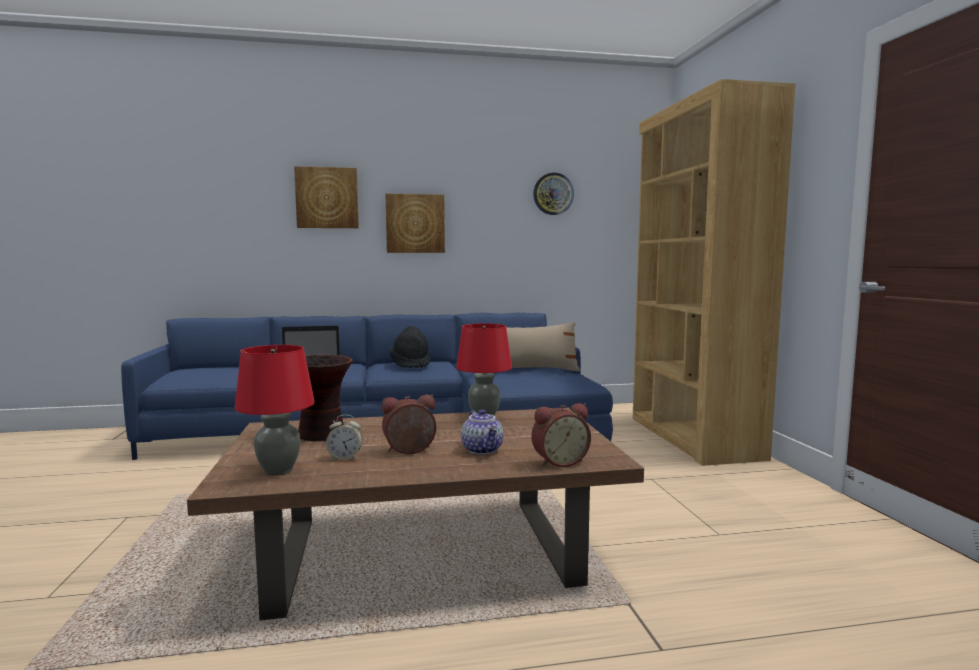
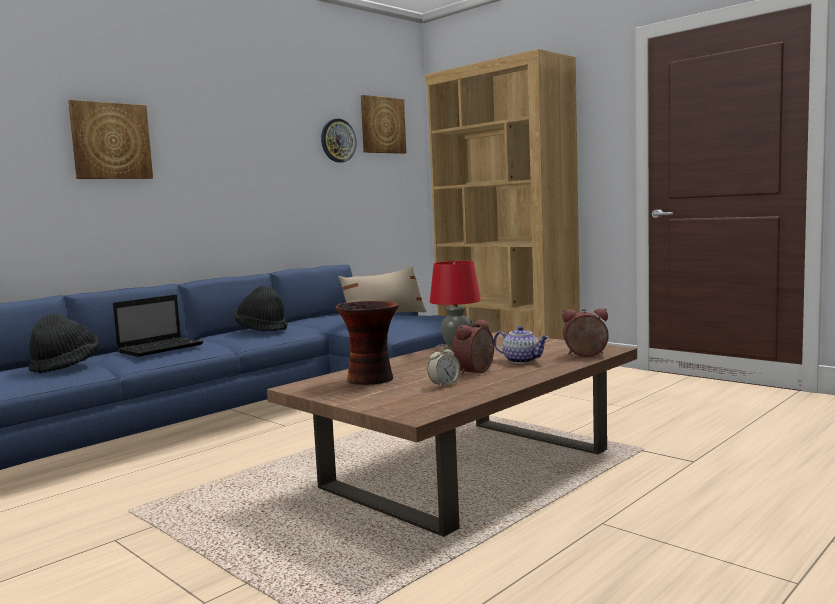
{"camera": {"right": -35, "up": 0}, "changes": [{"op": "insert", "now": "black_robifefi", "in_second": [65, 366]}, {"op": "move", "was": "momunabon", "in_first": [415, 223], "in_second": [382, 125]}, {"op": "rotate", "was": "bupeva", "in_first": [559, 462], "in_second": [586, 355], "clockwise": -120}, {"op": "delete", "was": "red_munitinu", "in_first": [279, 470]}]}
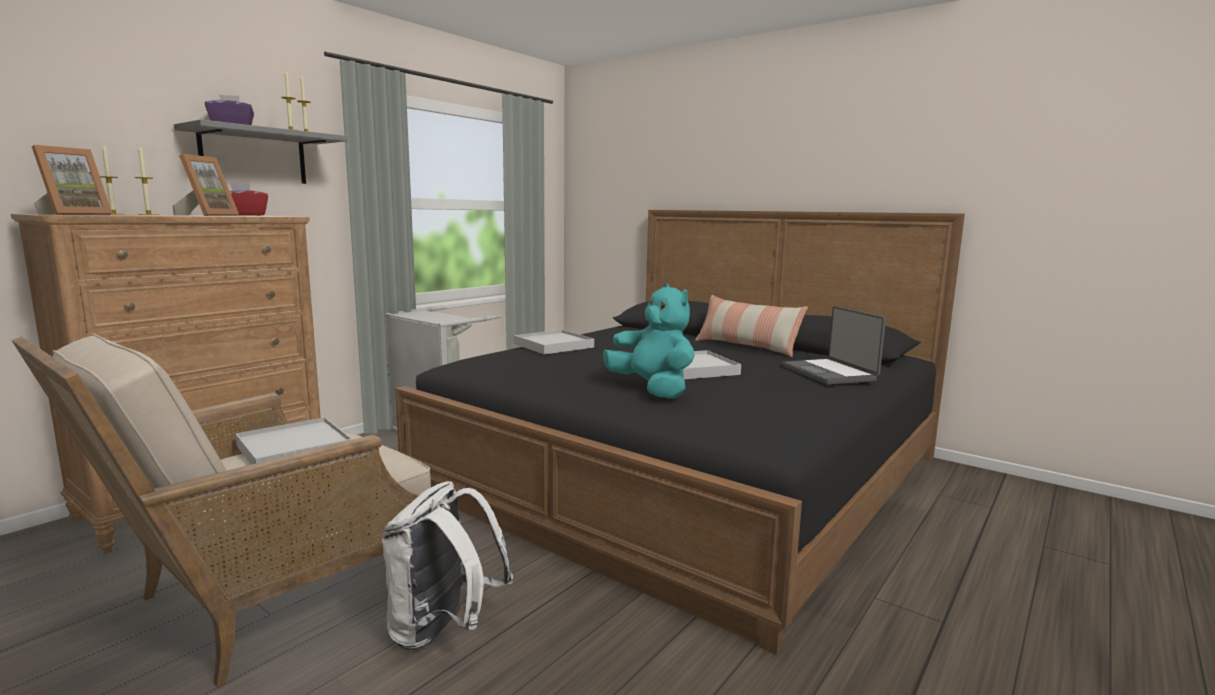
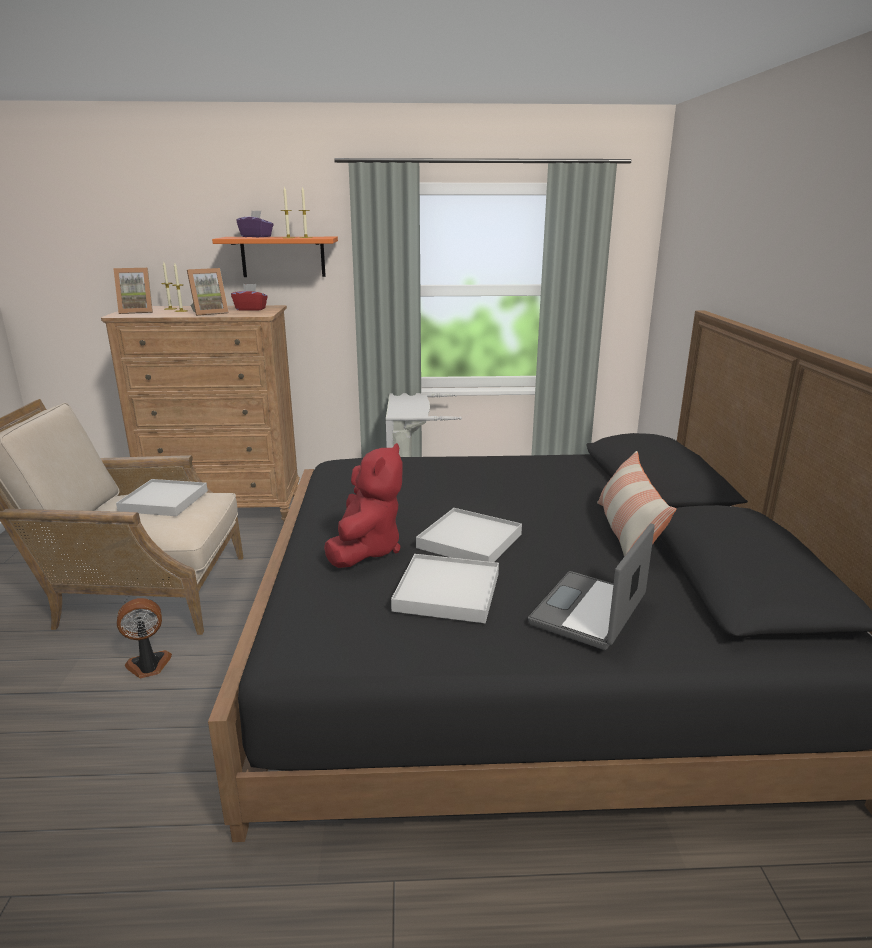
{"camera": {"right": 50, "up": 10}, "changes": [{"op": "replace", "was": "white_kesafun", "now": "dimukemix", "in_first": [443, 630], "in_second": [148, 666]}, {"op": "recolor", "was": "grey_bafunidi", "now": "orange_bafunidi", "in_first": [254, 157], "in_second": [283, 256]}, {"op": "recolor", "was": "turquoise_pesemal", "now": "red_pesemal", "in_first": [652, 390], "in_second": [366, 549]}, {"op": "move", "was": "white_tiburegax", "in_first": [553, 345], "in_second": [447, 592]}]}
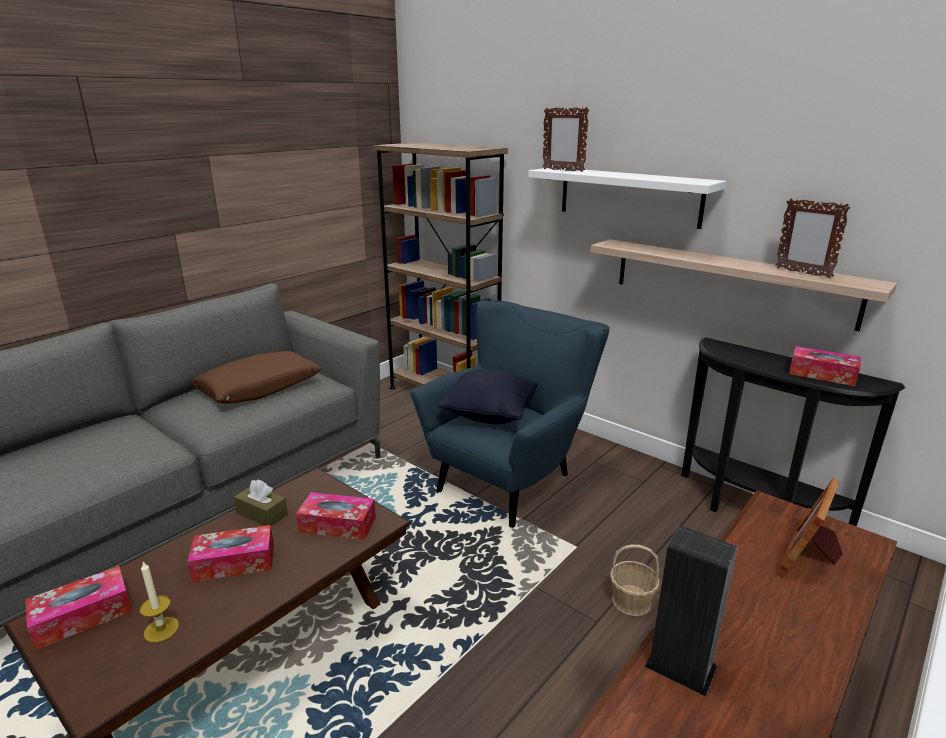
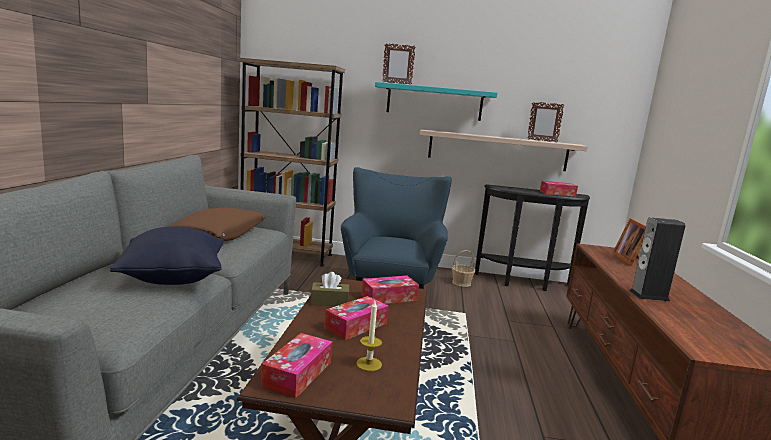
{"camera": {"right": -35, "up": -10}, "changes": [{"op": "move", "was": "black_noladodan", "in_first": [489, 415], "in_second": [173, 278]}, {"op": "recolor", "was": "white_bafunidi", "now": "turquoise_bafunidi", "in_first": [629, 196], "in_second": [434, 102]}, {"op": "move", "was": "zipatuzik", "in_first": [631, 601], "in_second": [461, 283]}]}
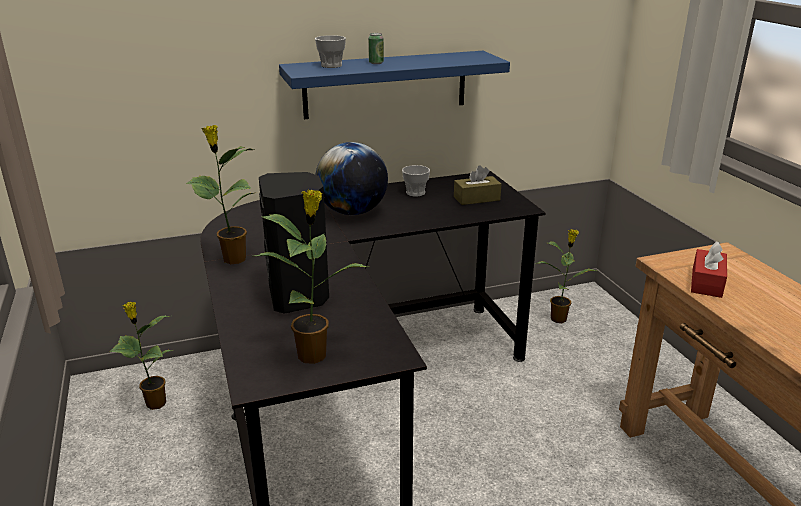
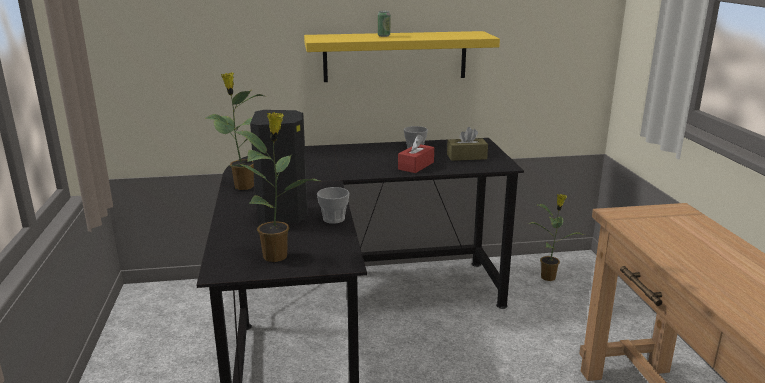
{"camera": {"right": 10, "up": -5}, "changes": [{"op": "recolor", "was": "blue_bafunidi", "now": "yellow_bafunidi", "in_first": [385, 84], "in_second": [395, 56]}, {"op": "move", "was": "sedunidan", "in_first": [331, 65], "in_second": [333, 219]}, {"op": "move", "was": "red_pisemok", "in_first": [706, 283], "in_second": [416, 166]}, {"op": "delete", "was": "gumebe", "in_first": [154, 403]}, {"op": "delete", "was": "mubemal", "in_first": [353, 212]}]}
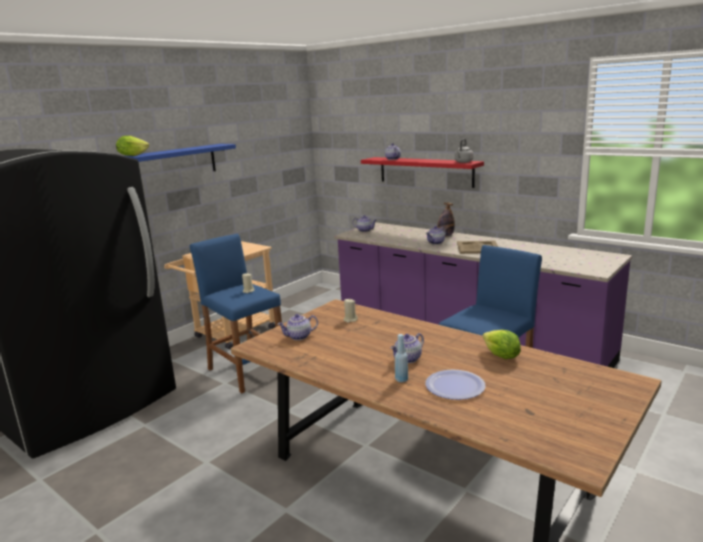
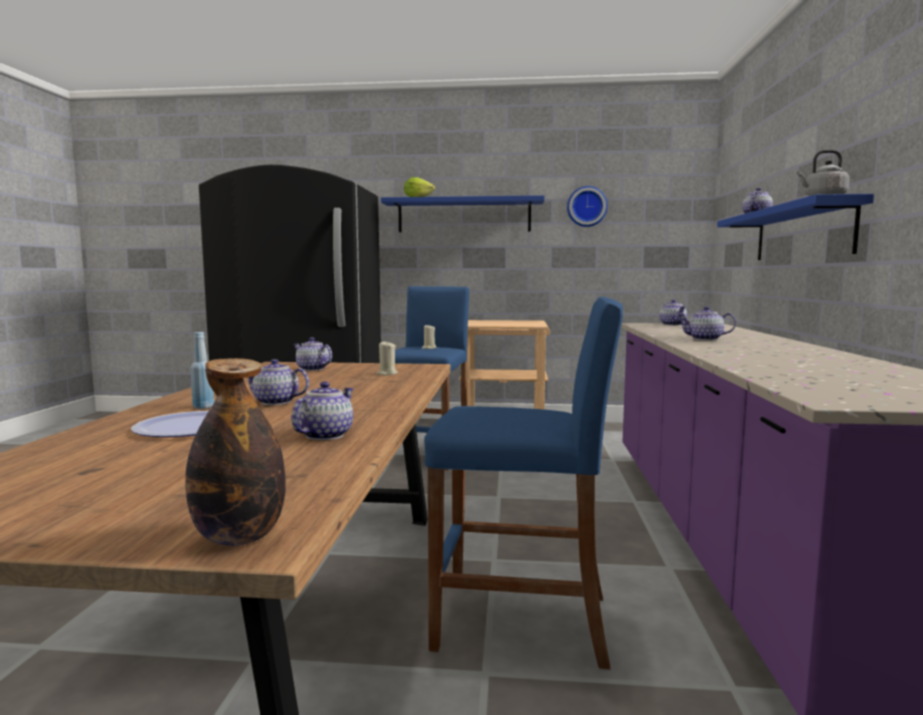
{"camera": {"right": 55, "up": -10}, "changes": [{"op": "move", "was": "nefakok", "in_first": [445, 236], "in_second": [239, 537]}, {"op": "replace", "was": "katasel", "now": "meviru", "in_first": [501, 356], "in_second": [324, 435]}, {"op": "insert", "now": "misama", "in_second": [586, 207]}, {"op": "recolor", "was": "red_bafunidi", "now": "blue_bafunidi", "in_first": [425, 171], "in_second": [801, 233]}, {"op": "delete", "was": "beige_tiburegax", "in_first": [477, 247]}]}
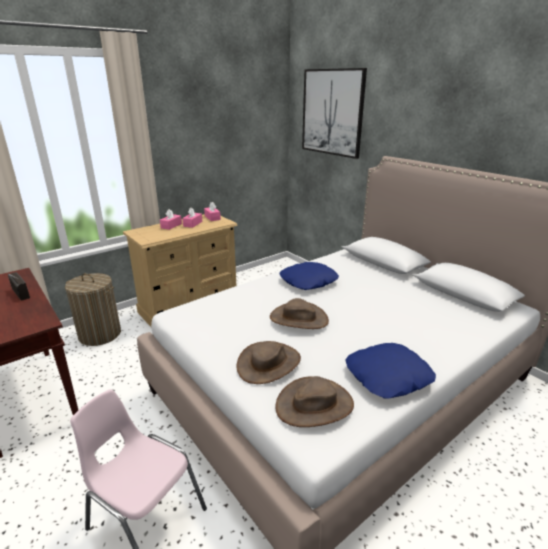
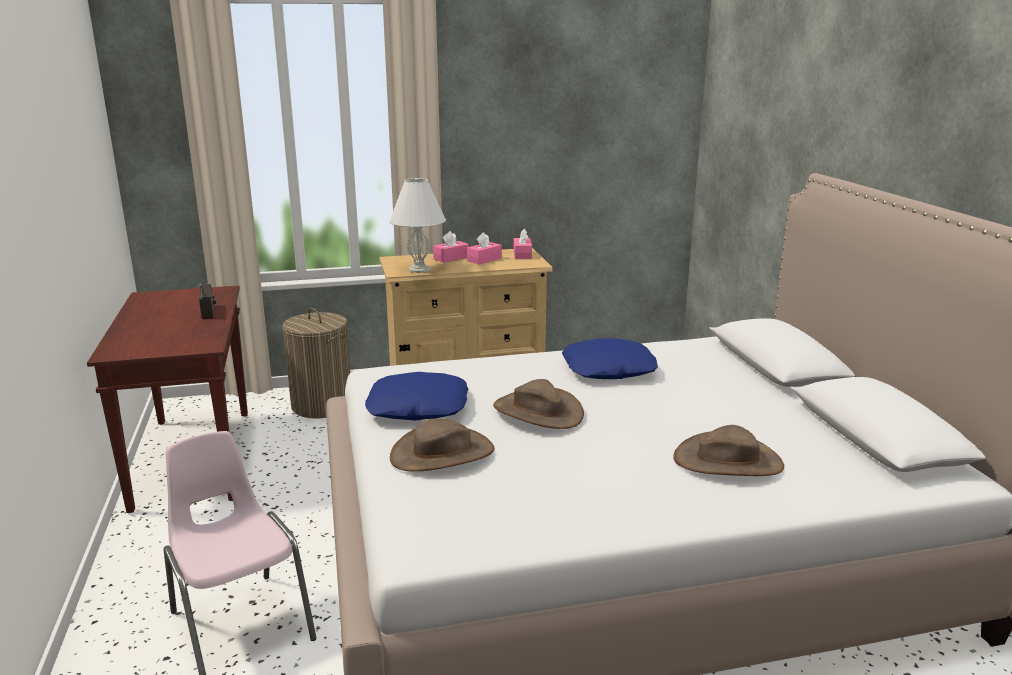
{"camera": {"right": 25, "up": -5}, "changes": [{"op": "move", "was": "blue_noladodan", "in_first": [388, 376], "in_second": [417, 407]}, {"op": "insert", "now": "white_munitinu", "in_second": [420, 269]}, {"op": "move", "was": "brown_robifefi", "in_first": [314, 405], "in_second": [728, 461]}, {"op": "delete", "was": "momunabon", "in_first": [332, 112]}]}
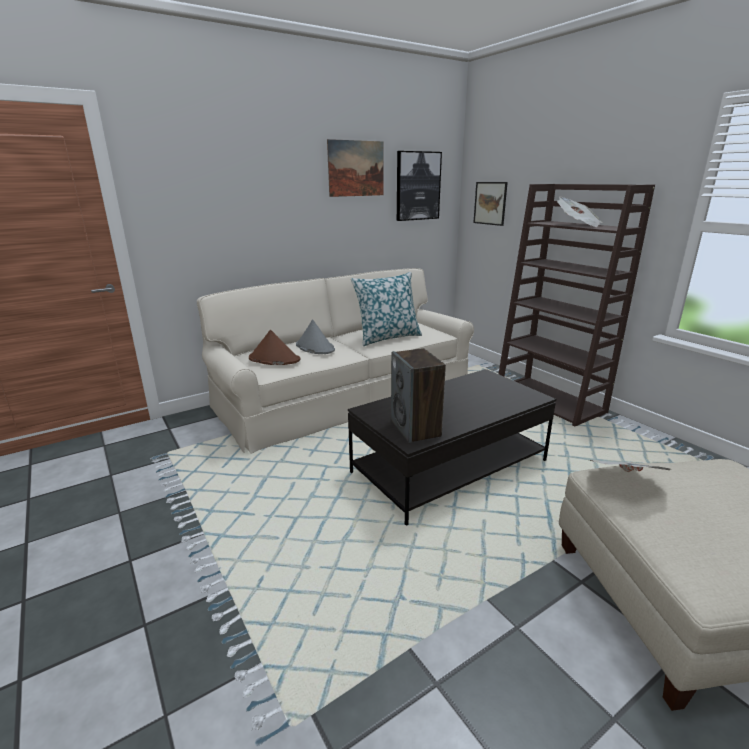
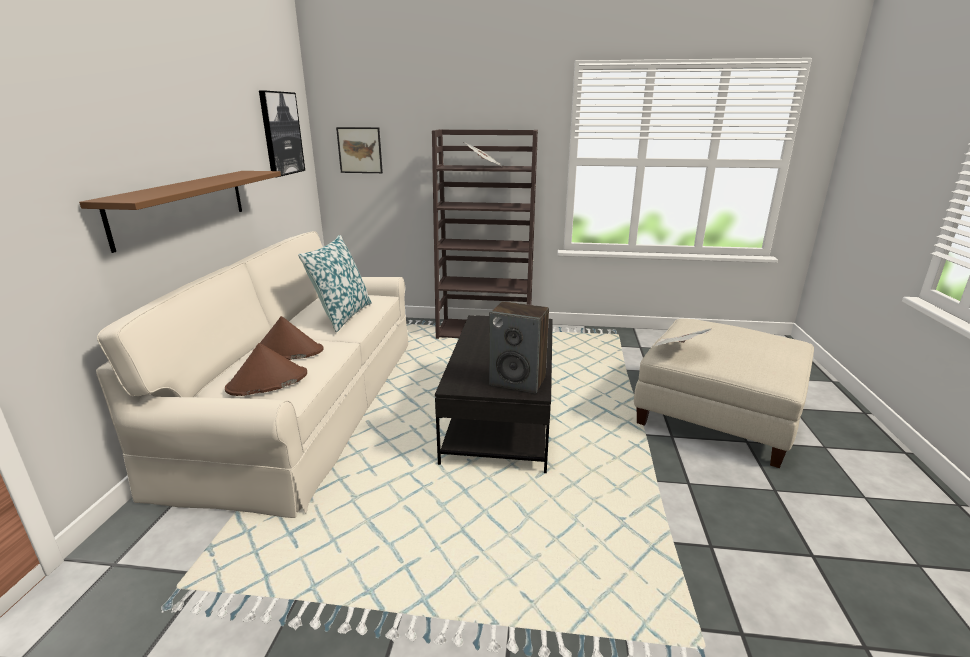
{"camera": {"right": -50, "up": 0}, "changes": [{"op": "insert", "now": "brown_bafunidi", "in_second": [182, 206]}, {"op": "recolor", "was": "grey_robifefi", "now": "brown_robifefi", "in_first": [314, 347], "in_second": [288, 352]}, {"op": "delete", "was": "momunabon", "in_first": [356, 168]}]}
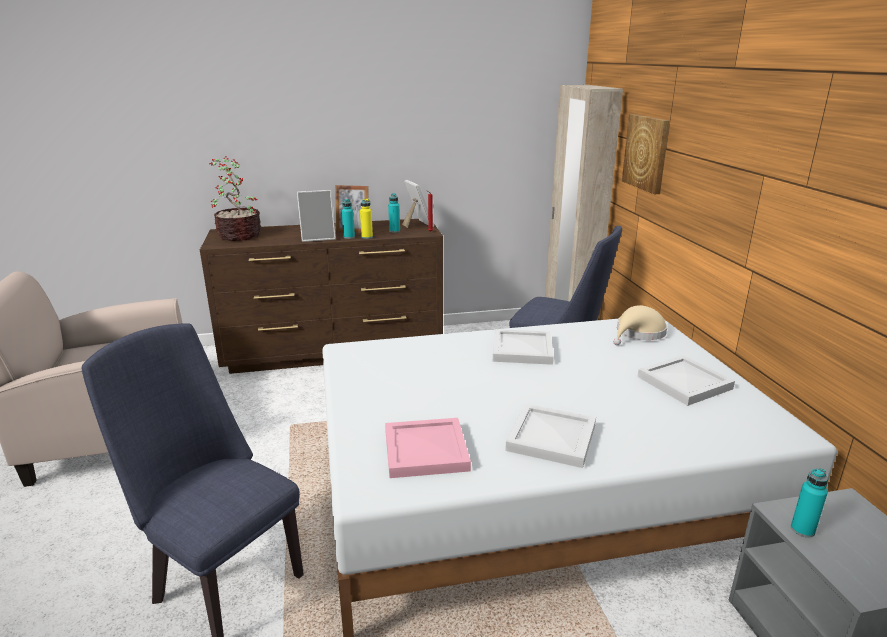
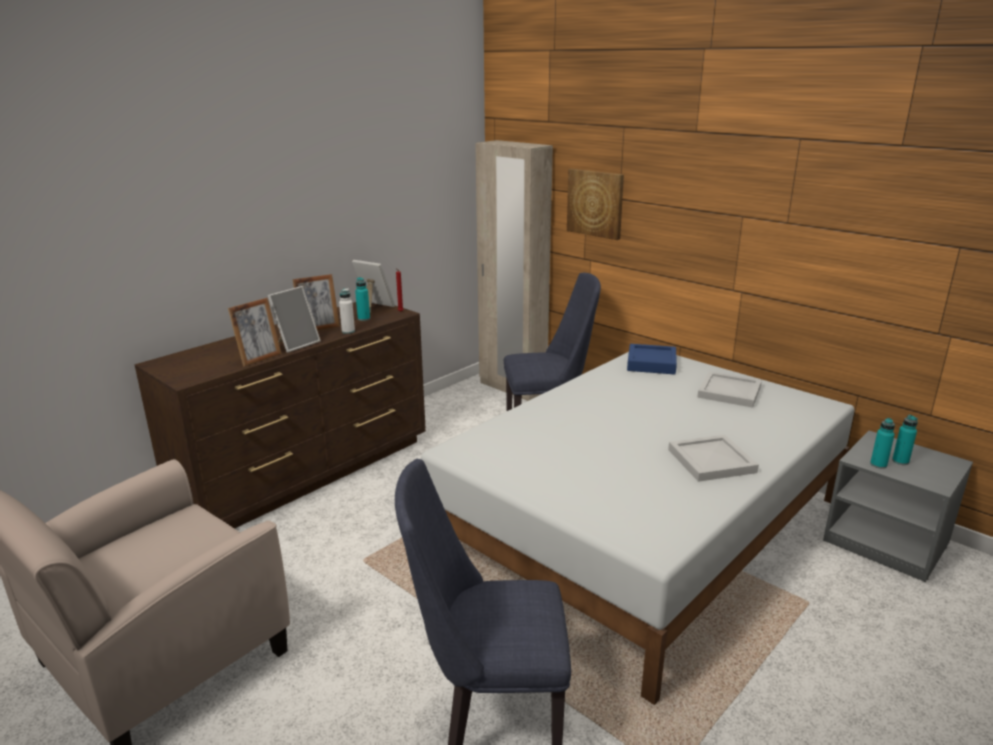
{"camera": {"right": -35, "up": 0}, "changes": [{"op": "insert", "now": "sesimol", "in_second": [259, 358]}, {"op": "recolor", "was": "yellow_nefakok", "now": "white_nefakok", "in_first": [367, 237], "in_second": [348, 331]}, {"op": "replace", "was": "beige_robifefi", "now": "blue_tiburegax", "in_first": [638, 333], "in_second": [651, 364]}, {"op": "move", "was": "turquoise_nefakok", "in_first": [349, 237], "in_second": [900, 461]}, {"op": "delete", "was": "gumebe", "in_first": [238, 235]}, {"op": "delete", "was": "pink_tiburegax", "in_first": [424, 450]}, {"op": "delete", "was": "white_tiburegax", "in_first": [523, 350]}]}
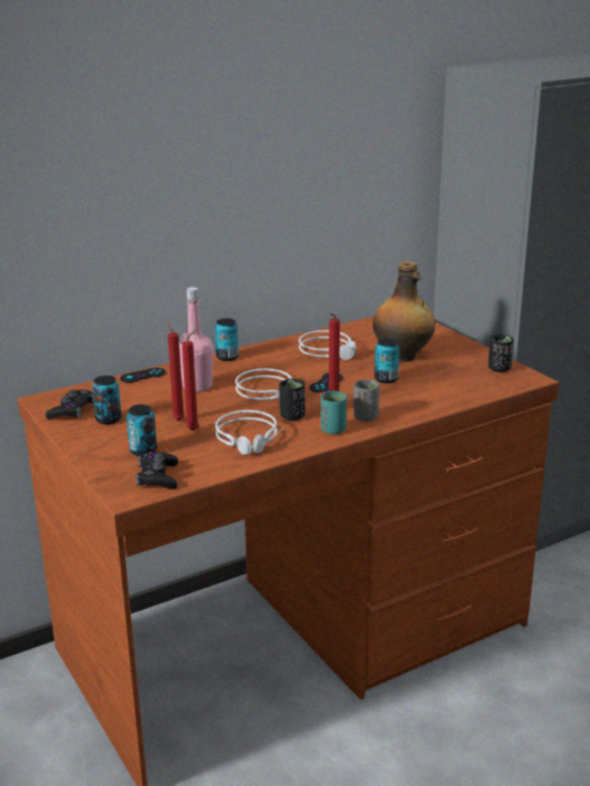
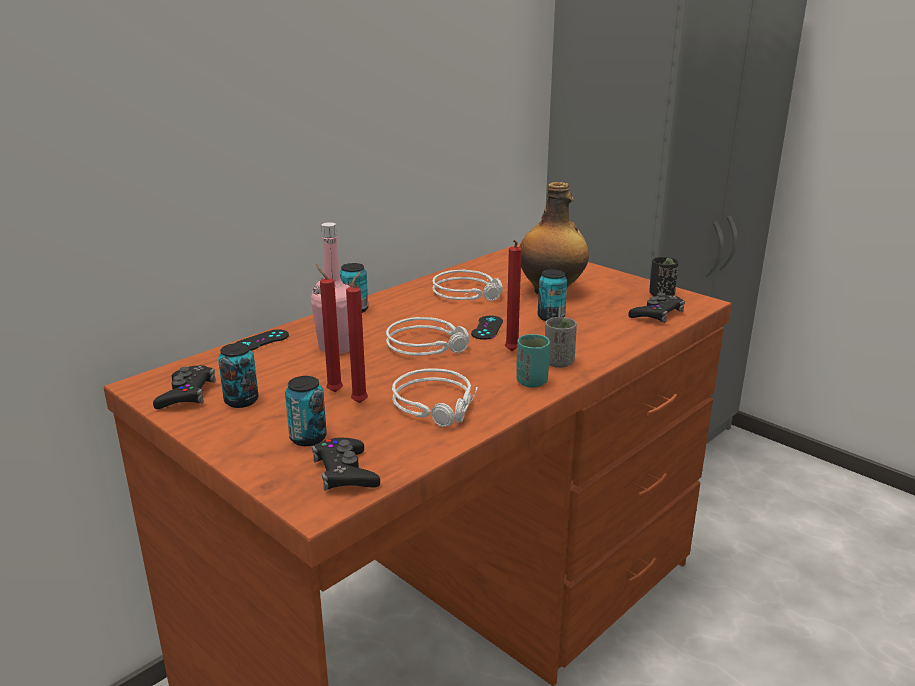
{"camera": {"right": -15, "up": 0}, "changes": [{"op": "insert", "now": "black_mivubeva", "in_second": [657, 314]}, {"op": "delete", "was": "black_sedunidan", "in_first": [292, 416]}]}
